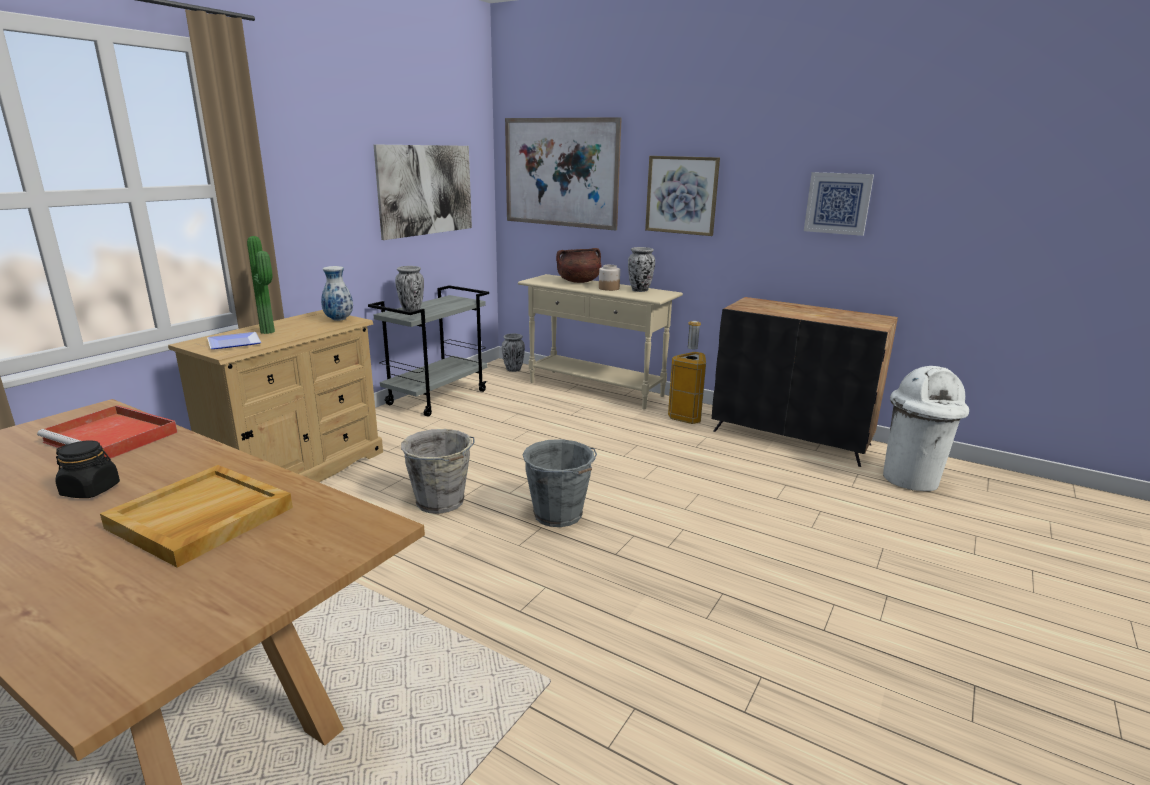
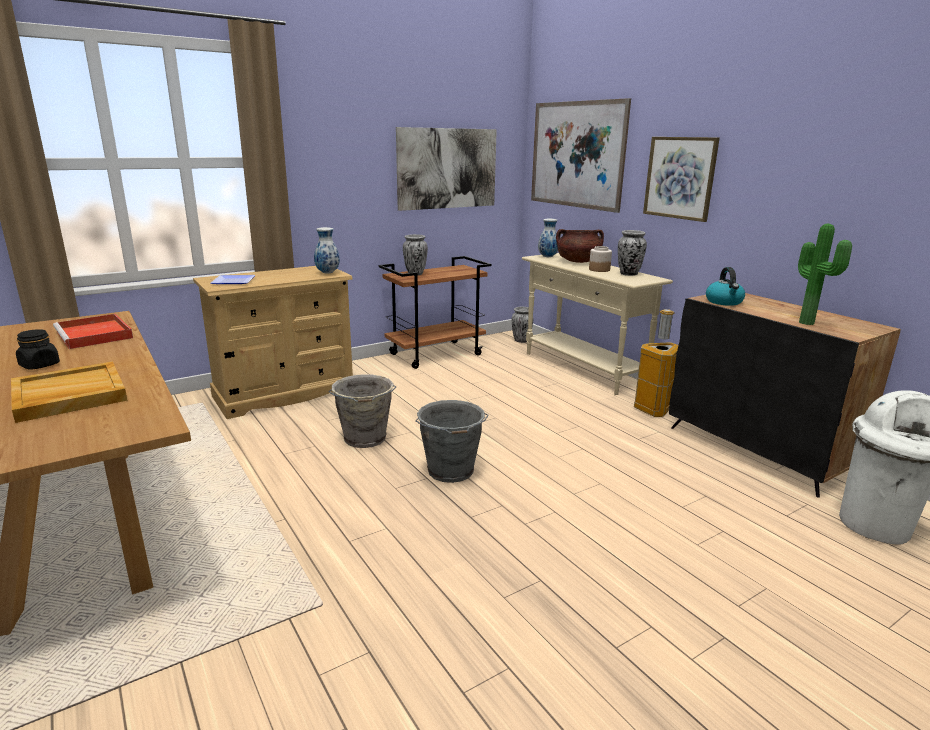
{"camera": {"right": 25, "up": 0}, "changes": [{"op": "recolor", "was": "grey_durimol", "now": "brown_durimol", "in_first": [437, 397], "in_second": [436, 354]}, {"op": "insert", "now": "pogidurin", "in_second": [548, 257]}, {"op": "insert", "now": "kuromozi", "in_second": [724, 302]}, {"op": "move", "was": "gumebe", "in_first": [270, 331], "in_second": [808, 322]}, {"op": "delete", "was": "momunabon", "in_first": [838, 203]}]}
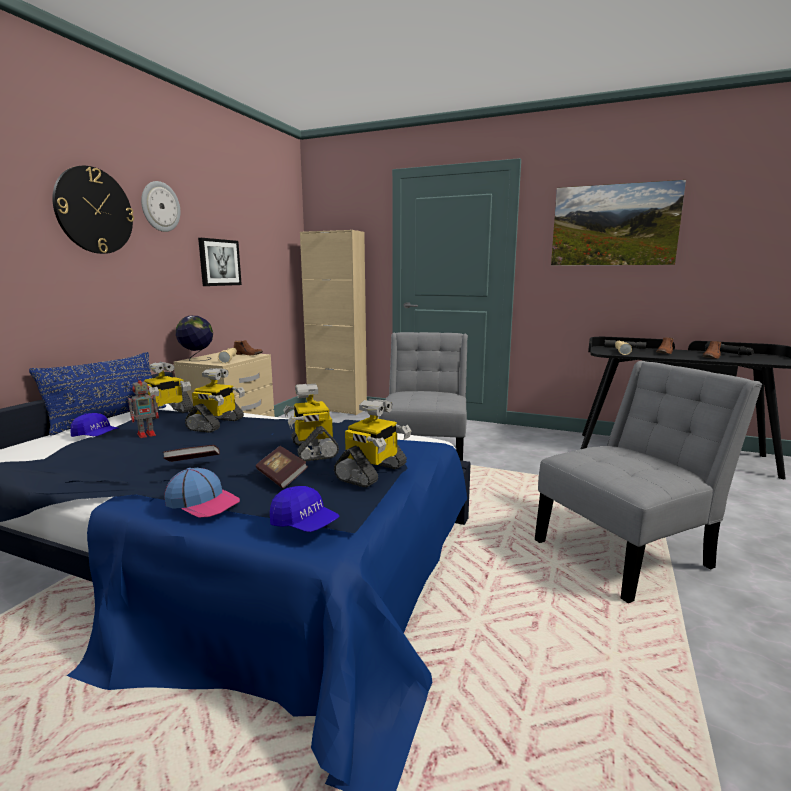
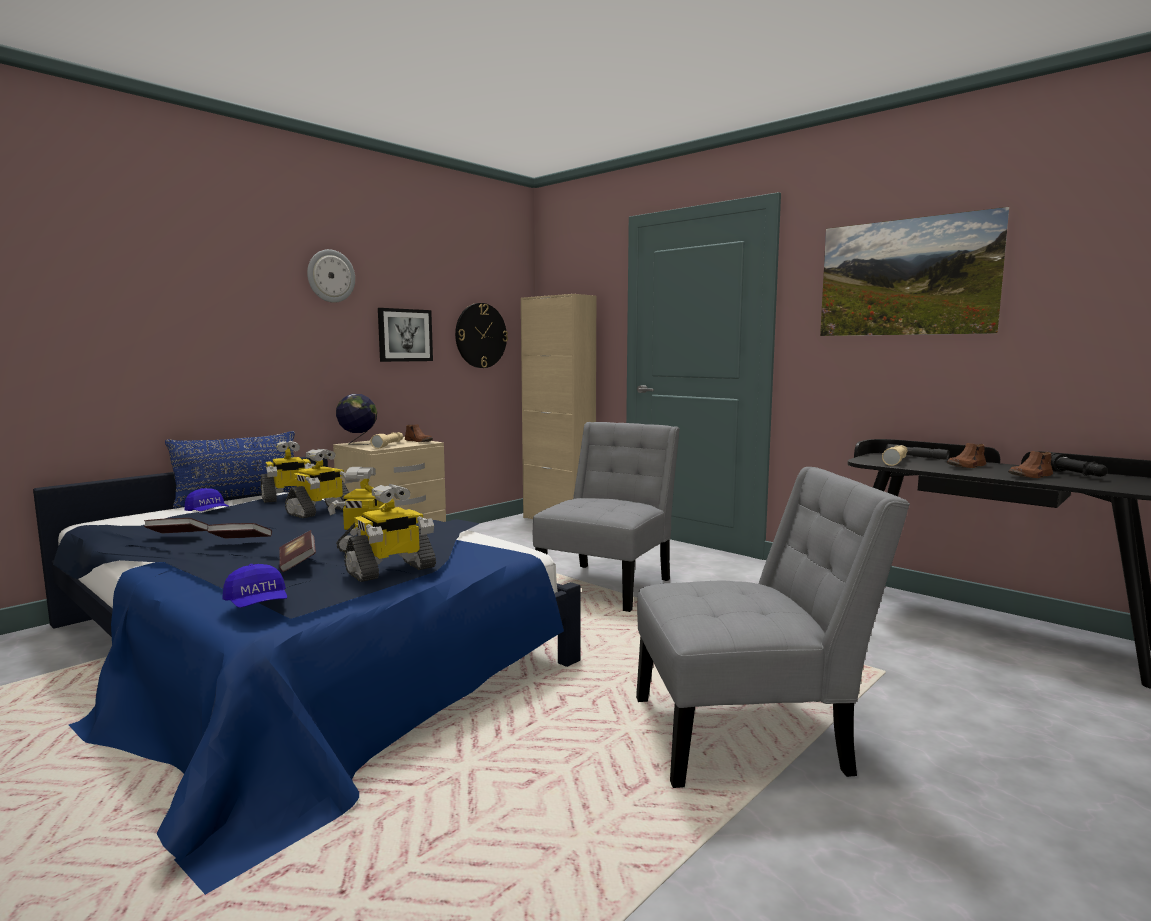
{"camera": {"right": 20, "up": -5}, "changes": [{"op": "insert", "now": "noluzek", "in_second": [177, 536]}, {"op": "move", "was": "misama", "in_first": [94, 211], "in_second": [480, 335]}, {"op": "delete", "was": "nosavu", "in_first": [147, 434]}, {"op": "delete", "was": "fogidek", "in_first": [203, 502]}]}
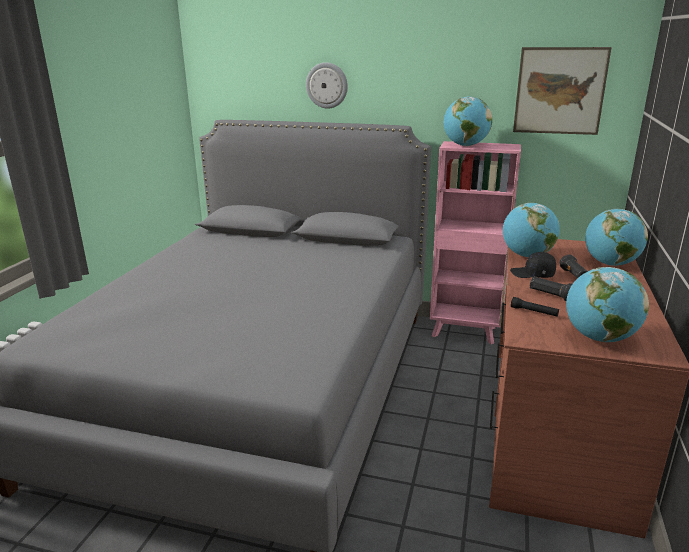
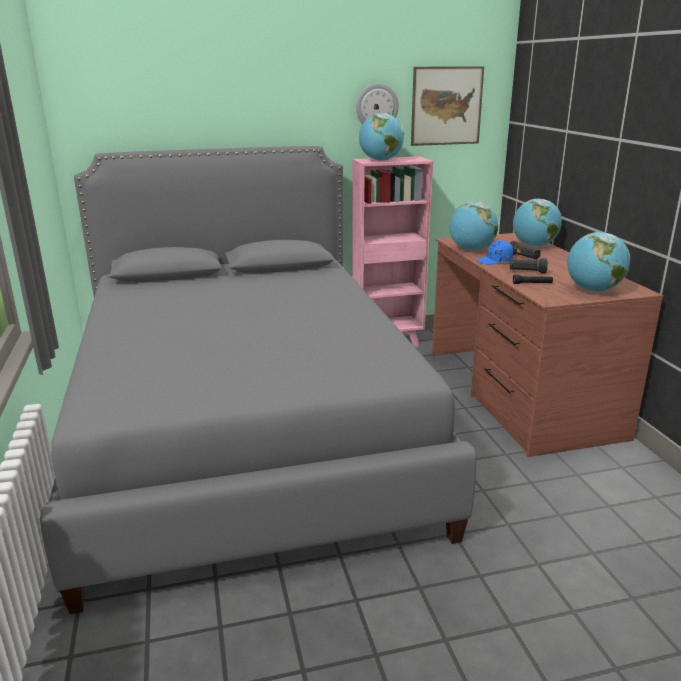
{"camera": {"right": -30, "up": 0}, "changes": [{"op": "move", "was": "misama", "in_first": [327, 85], "in_second": [376, 106]}, {"op": "recolor", "was": "black_fogidek", "now": "blue_fogidek", "in_first": [532, 274], "in_second": [494, 261]}]}
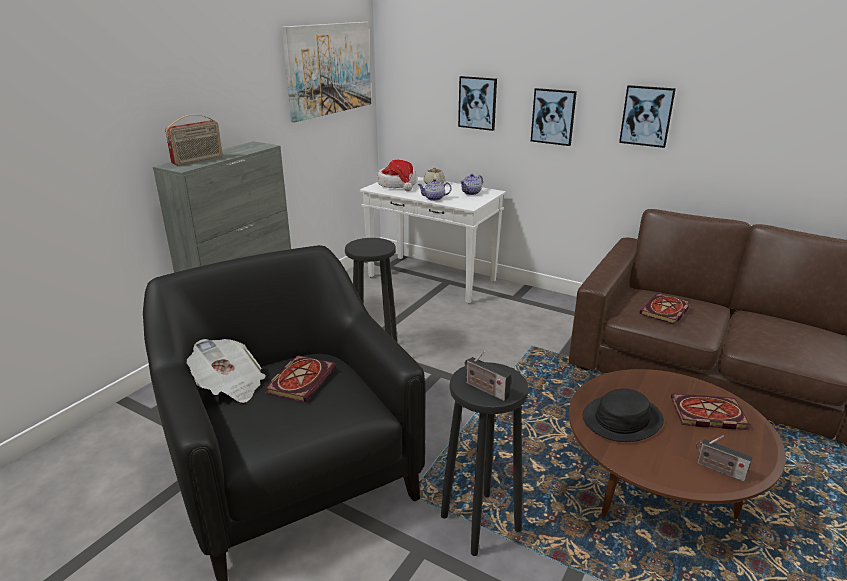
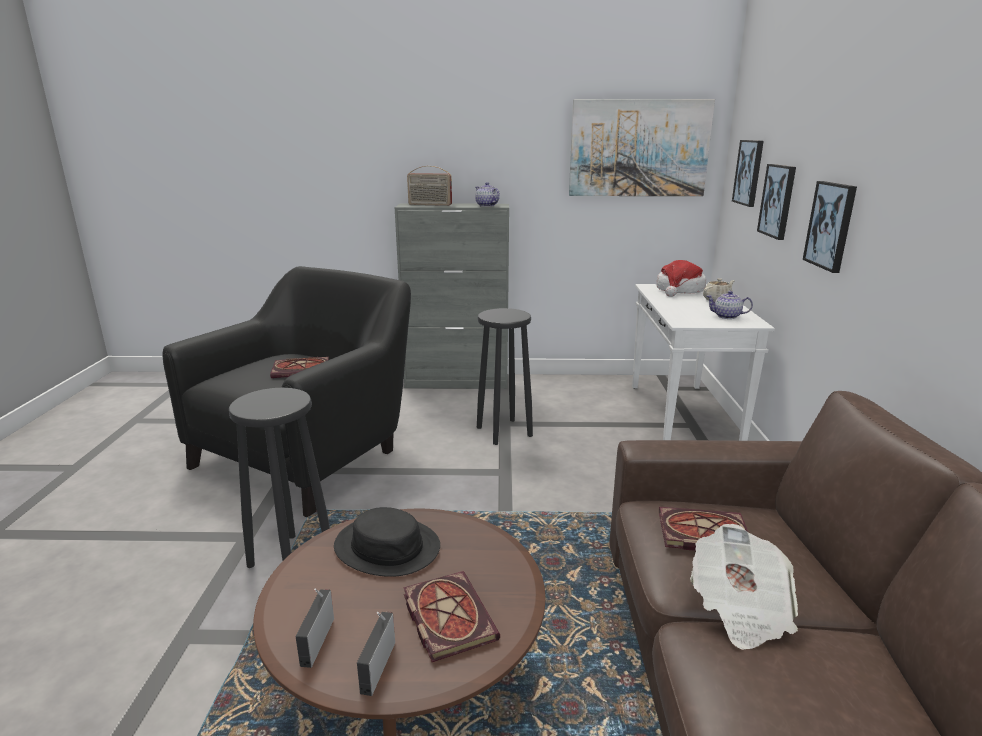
{"camera": {"right": 60, "up": -5}, "changes": [{"op": "move", "was": "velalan", "in_first": [485, 389], "in_second": [378, 664]}, {"op": "move", "was": "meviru", "in_first": [434, 198], "in_second": [487, 205]}, {"op": "move", "was": "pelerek", "in_first": [230, 385], "in_second": [740, 608]}, {"op": "move", "was": "momunabon", "in_first": [647, 116], "in_second": [749, 172]}]}
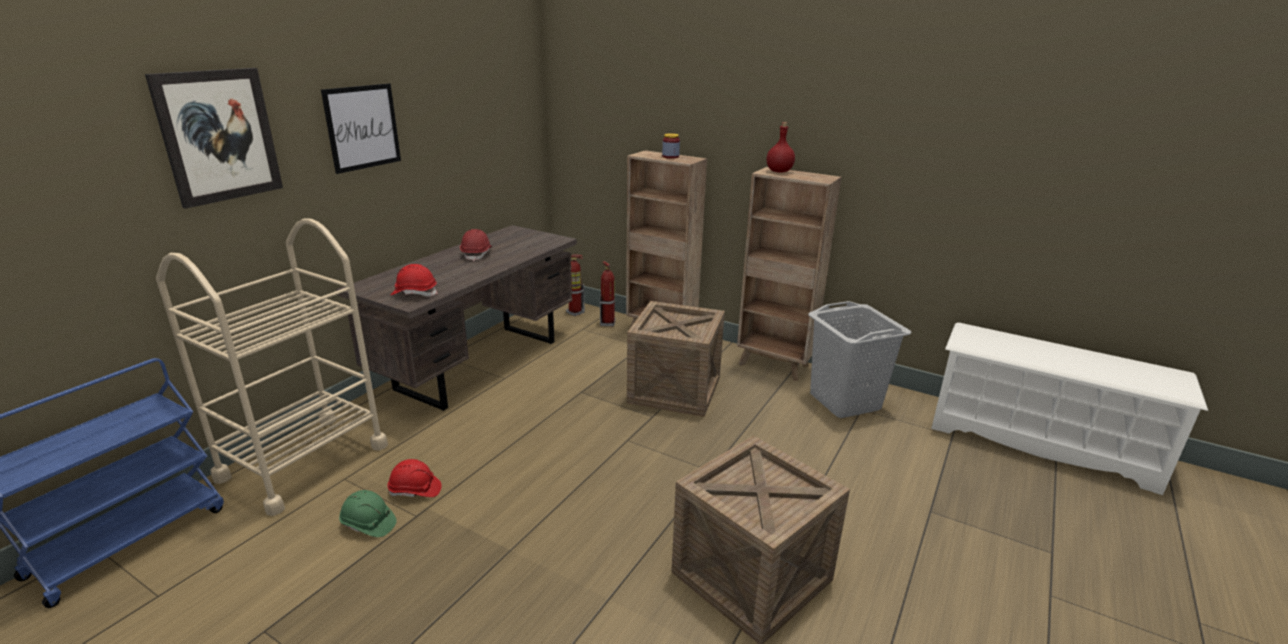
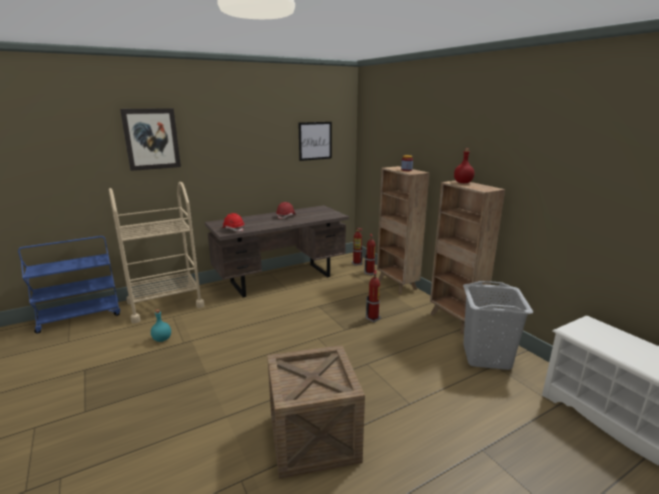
{"camera": {"right": 30, "up": -5}, "changes": [{"op": "replace", "was": "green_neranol", "now": "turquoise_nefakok", "in_first": [368, 524], "in_second": [162, 339]}, {"op": "move", "was": "momunabon", "in_first": [362, 127], "in_second": [315, 141]}, {"op": "replace", "was": "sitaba", "now": "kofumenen", "in_first": [674, 390], "in_second": [373, 318]}, {"op": "delete", "was": "red_neranol", "in_first": [415, 490]}]}
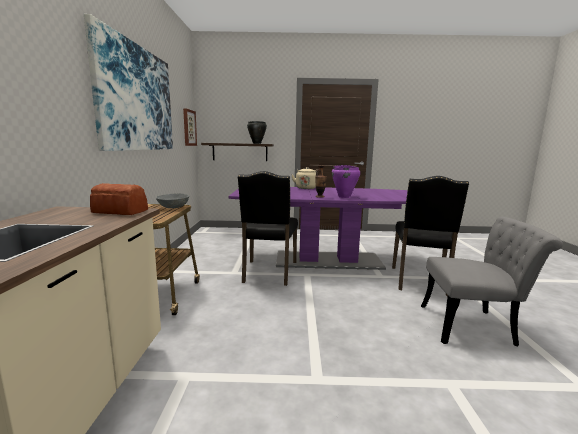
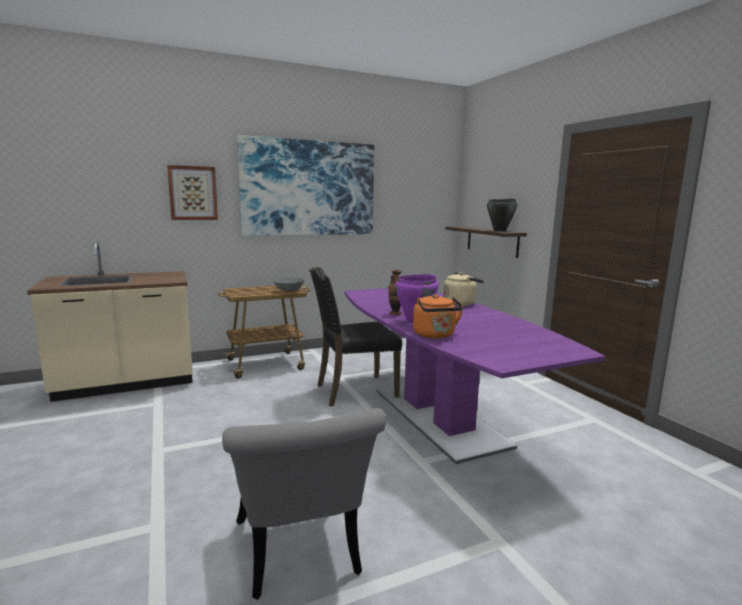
{"camera": {"right": 65, "up": 0}, "changes": [{"op": "move", "was": "momunabon", "in_first": [189, 128], "in_second": [193, 193]}, {"op": "insert", "now": "orange_kuromozi", "in_second": [435, 335]}, {"op": "delete", "was": "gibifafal", "in_first": [120, 211]}, {"op": "delete", "was": "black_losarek", "in_first": [420, 281]}]}
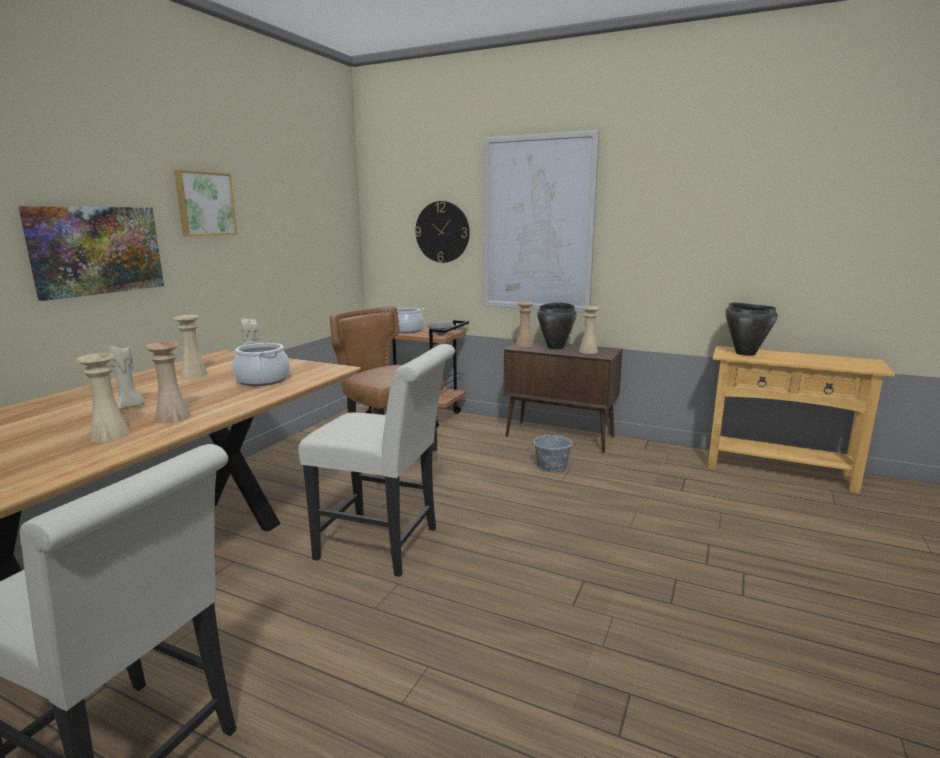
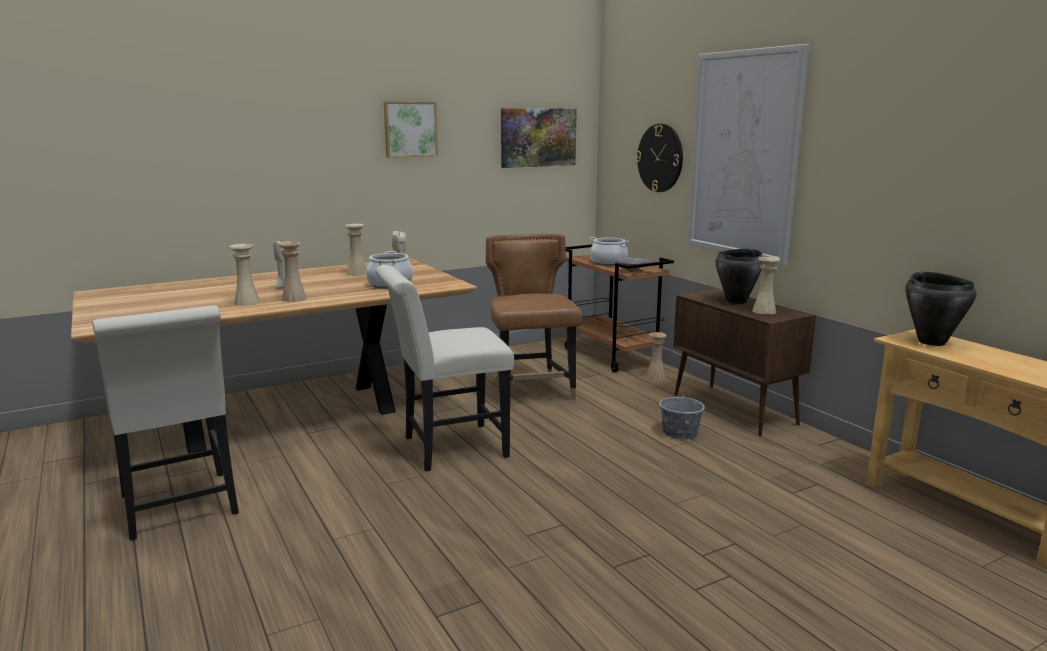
{"camera": {"right": 35, "up": 0}, "changes": [{"op": "rotate", "was": "white_losarek", "in_first": [386, 545], "in_second": [447, 448], "clockwise": 105}, {"op": "move", "was": "momunabon", "in_first": [97, 250], "in_second": [538, 137]}, {"op": "move", "was": "beige_pogidurin", "in_first": [524, 345], "in_second": [655, 376]}]}
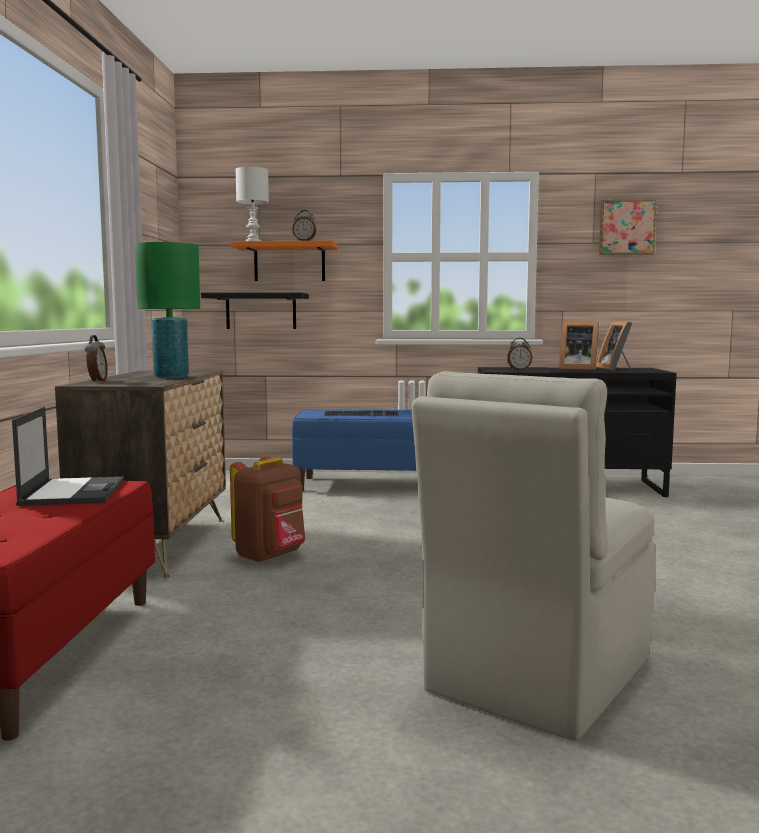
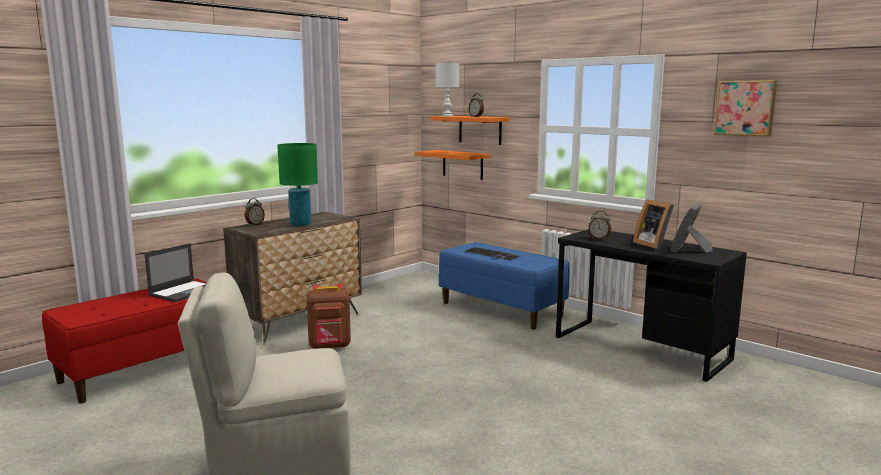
{"camera": {"right": 40, "up": 5}, "changes": [{"op": "recolor", "was": "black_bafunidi", "now": "orange_bafunidi", "in_first": [261, 311], "in_second": [462, 164]}]}
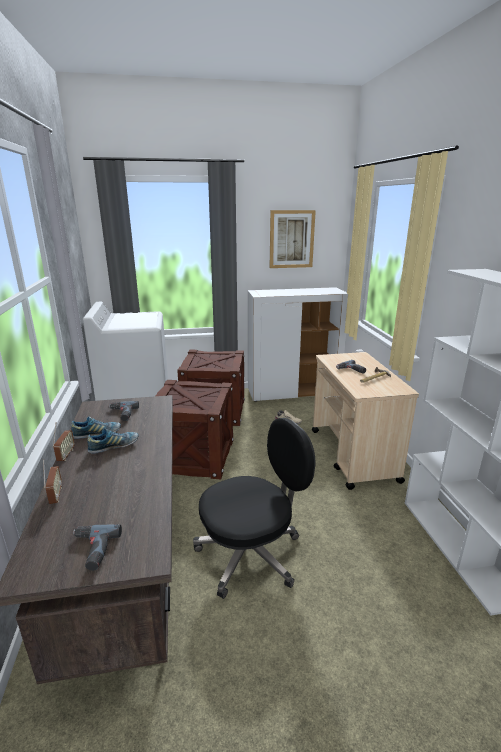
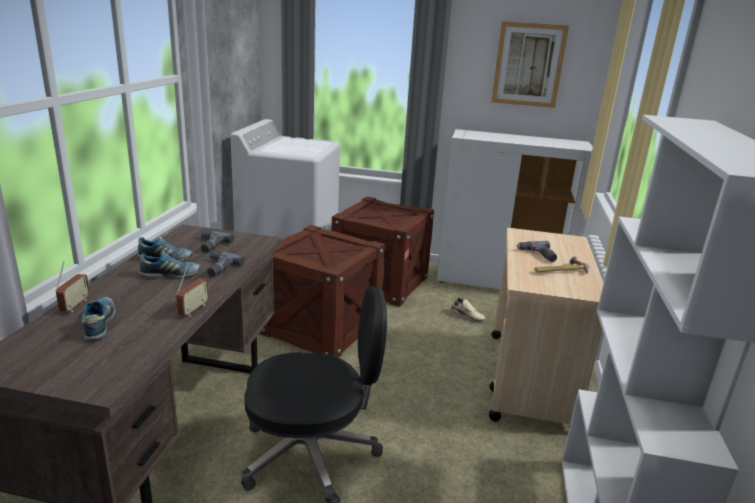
{"camera": {"right": 20, "up": 0}, "changes": [{"op": "insert", "now": "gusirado", "in_second": [100, 324]}, {"op": "move", "was": "velalan", "in_first": [66, 455], "in_second": [193, 310]}, {"op": "move", "was": "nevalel", "in_first": [91, 550], "in_second": [217, 268]}]}
